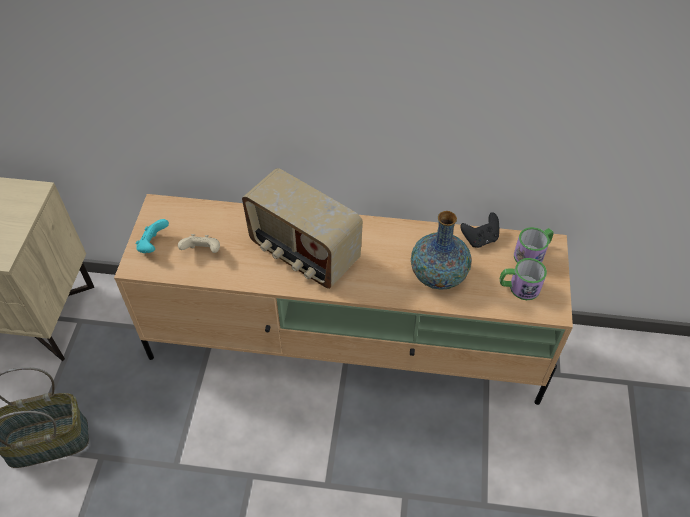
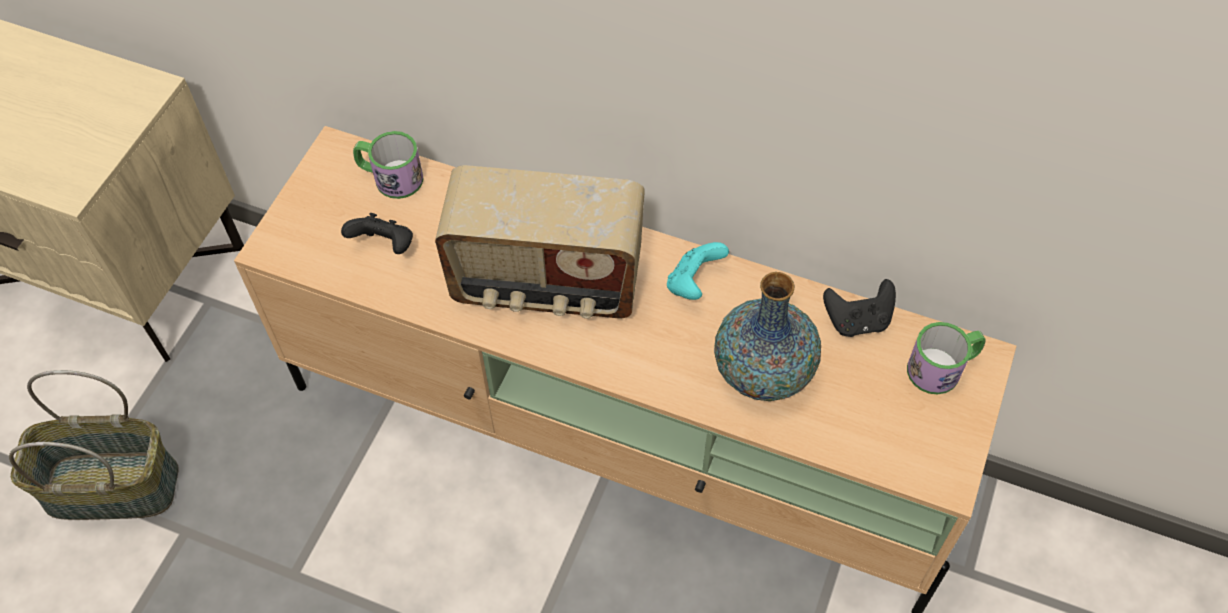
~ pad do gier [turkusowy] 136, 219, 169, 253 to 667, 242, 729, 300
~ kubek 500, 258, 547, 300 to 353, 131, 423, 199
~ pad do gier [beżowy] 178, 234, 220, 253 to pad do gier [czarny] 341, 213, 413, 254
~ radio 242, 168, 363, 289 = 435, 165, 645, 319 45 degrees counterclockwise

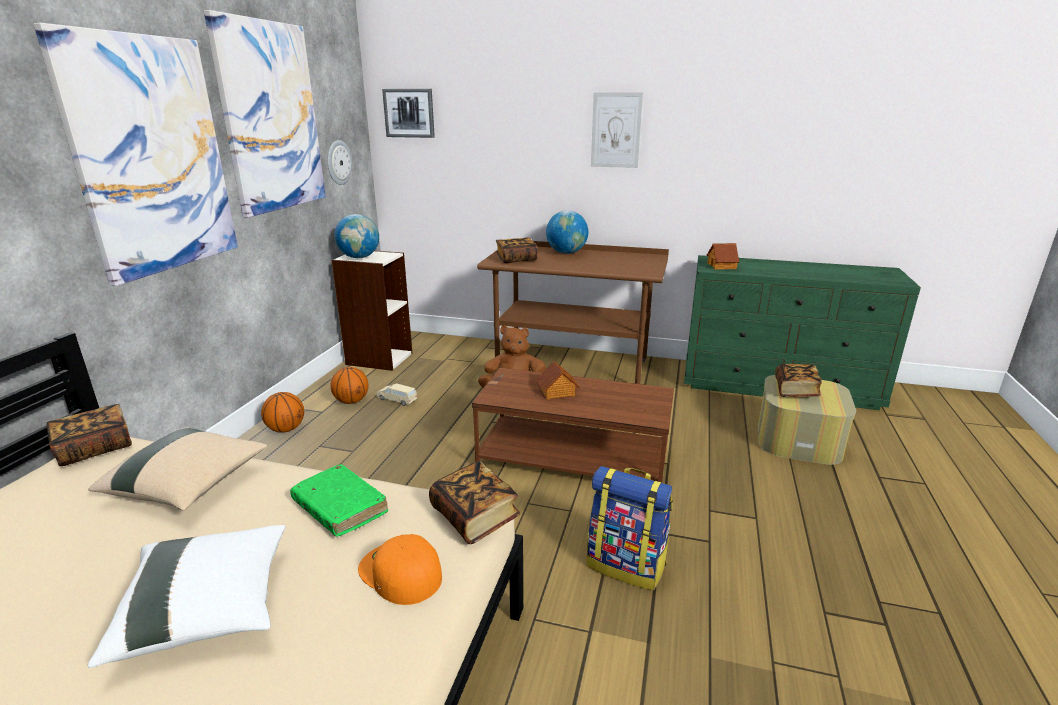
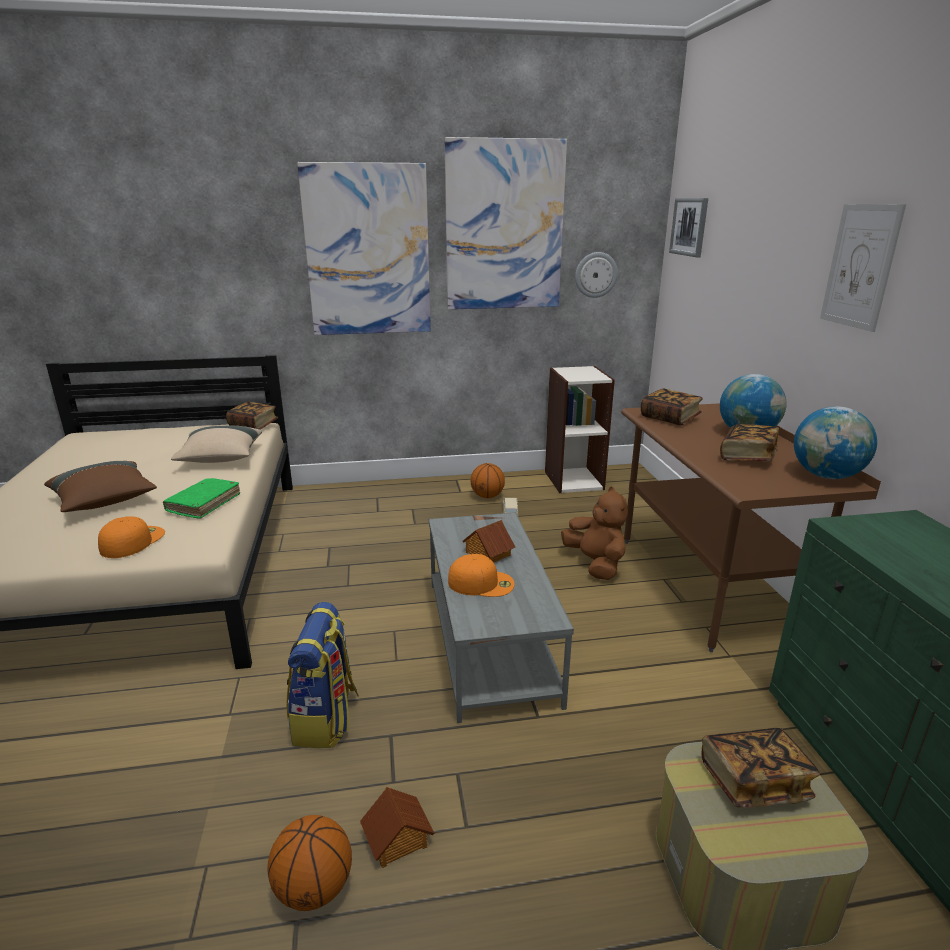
+ czapka z daszkiem [pomarańczowy] 448, 554, 515, 597
~ piłka do koszykówki 261, 392, 304, 433 to 267, 815, 352, 911
~ globus 334, 214, 379, 258 to 794, 406, 877, 479
~ książka 429, 461, 520, 544 to 720, 424, 779, 461
~ domek 707, 243, 739, 270 to 360, 787, 434, 868
~ poduszka [biały] 87, 525, 285, 668 to poduszka [brązowy] 44, 461, 157, 512
~ ława [brązowy] 472, 368, 674, 483 to ława [szary] 429, 512, 574, 723

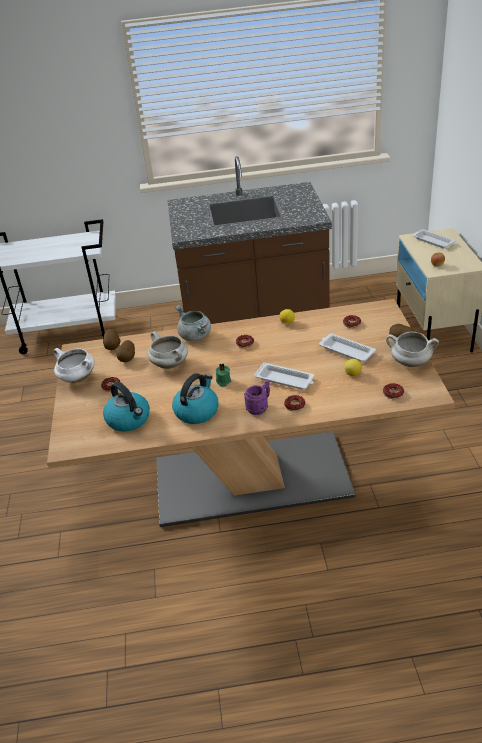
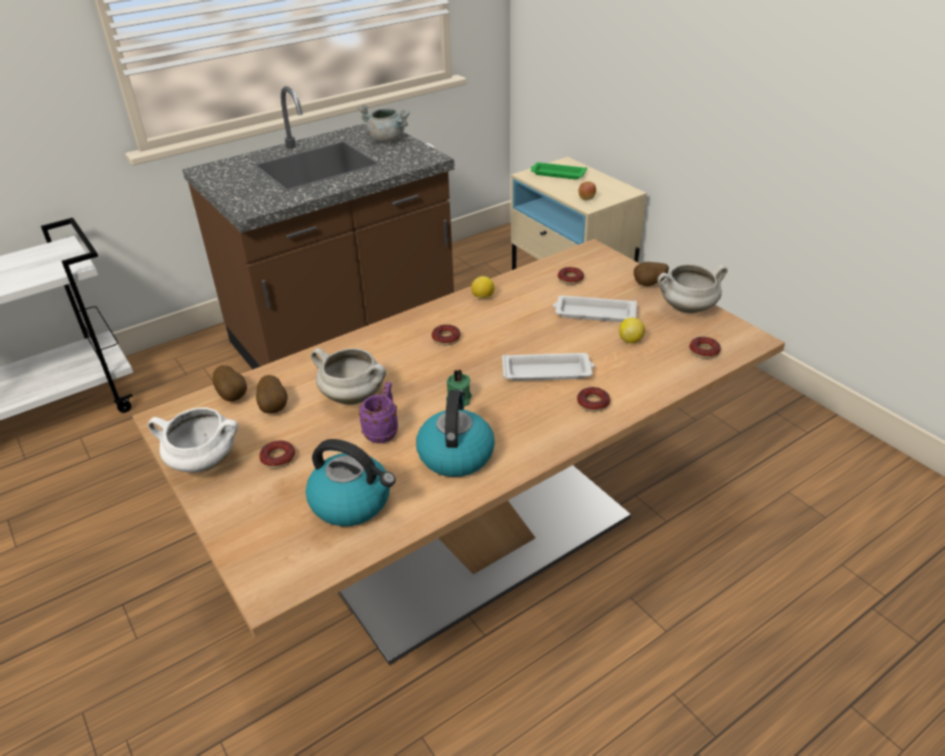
~ garnek [szary] 175, 305, 211, 341 to 358, 105, 410, 142
~ kubek [fioletowy] 244, 379, 270, 415 to 359, 382, 398, 443
~ taca [biały] 412, 229, 456, 248 to taca [zielony] 531, 162, 587, 180

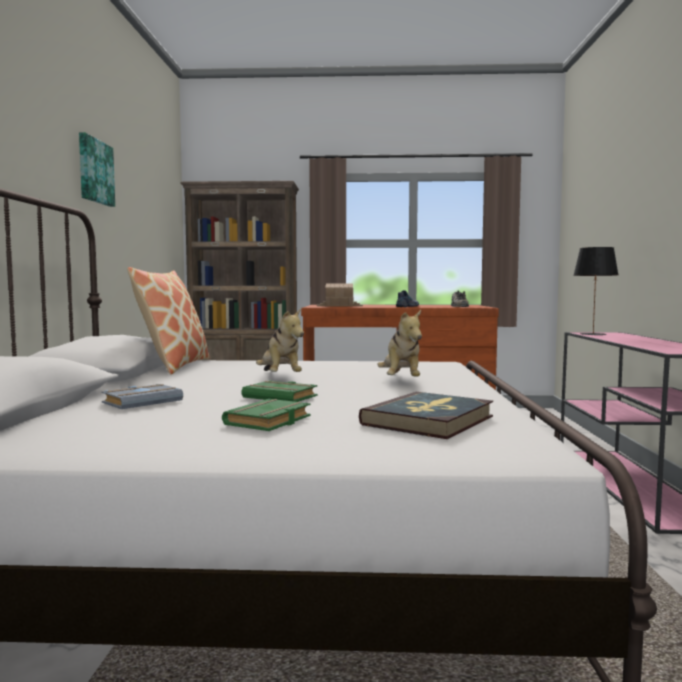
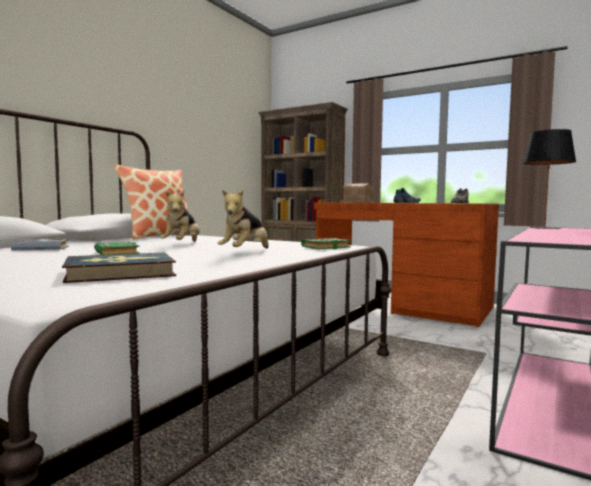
- obraz 79, 132, 115, 207
~ książka [zielony] 222, 399, 311, 431 to 301, 238, 351, 249

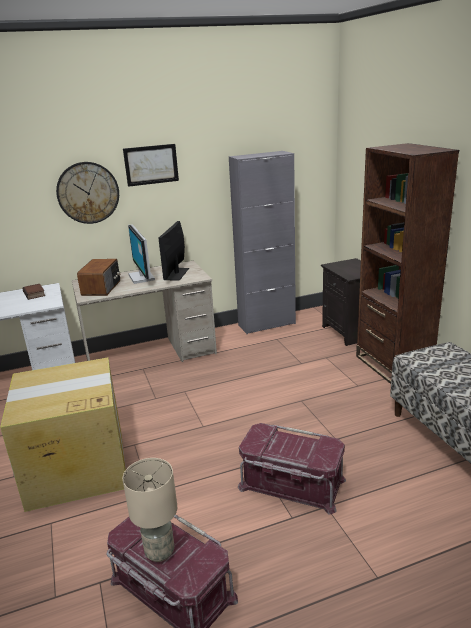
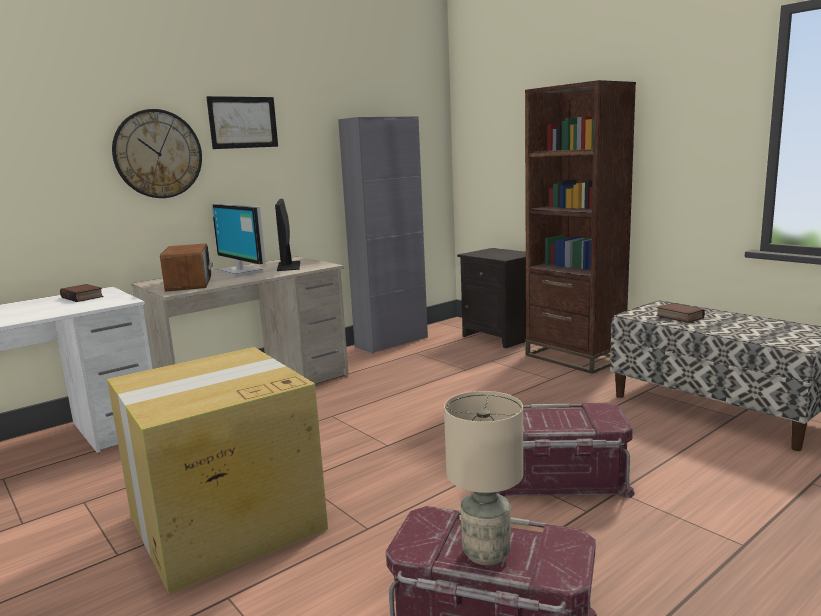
+ książka 656, 303, 705, 323

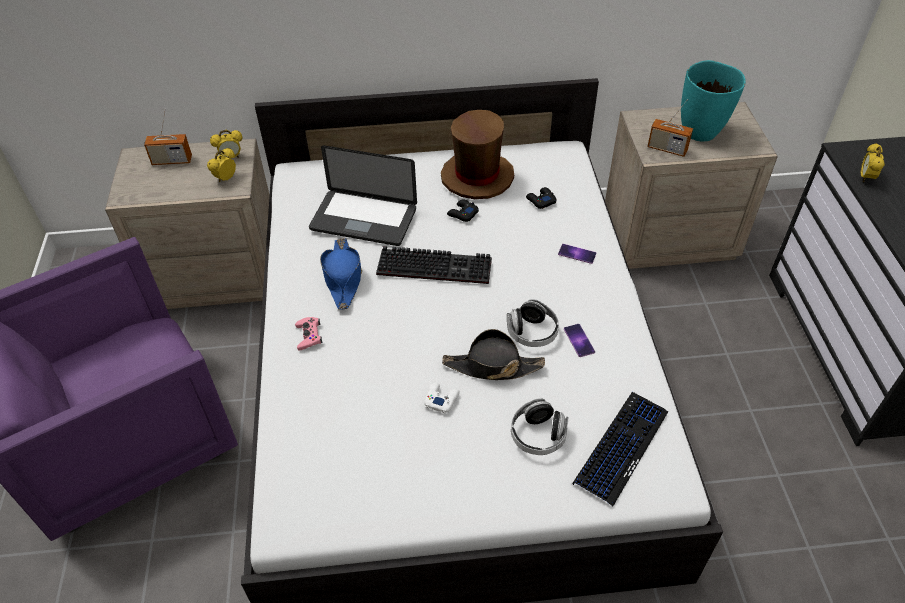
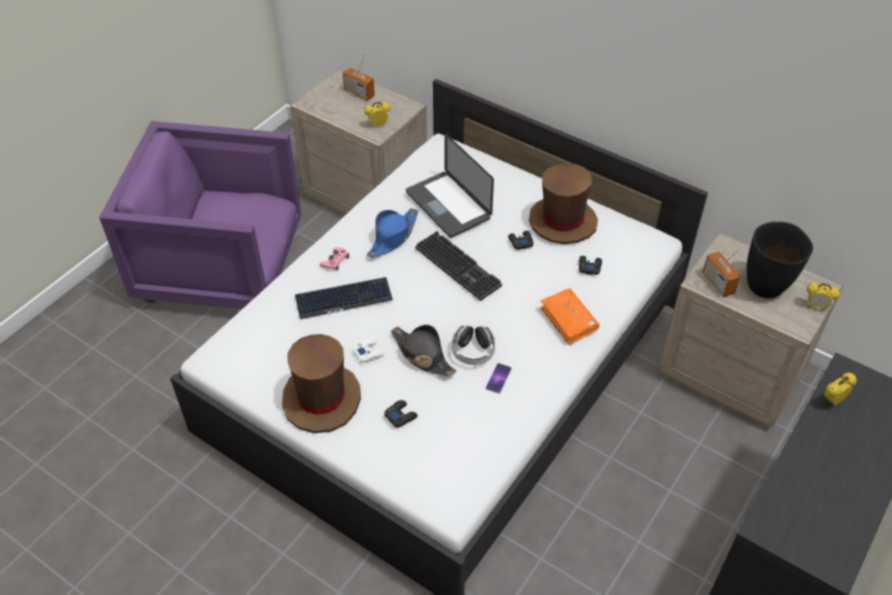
+ kapelusz [brązowy] 282, 334, 361, 433
~ budzik 210, 130, 242, 159 to 807, 282, 840, 310
~ klawiatura 572, 392, 668, 506 to 295, 277, 393, 319
~ słuchawki 511, 398, 569, 455 to pad do gier [czarny] 384, 400, 418, 428
~ telefon 558, 244, 596, 264 to książka [pomarańczowy] 540, 288, 599, 345
~ wazon [turkusowy] 681, 60, 746, 141 to wazon [czarny] 746, 222, 813, 298

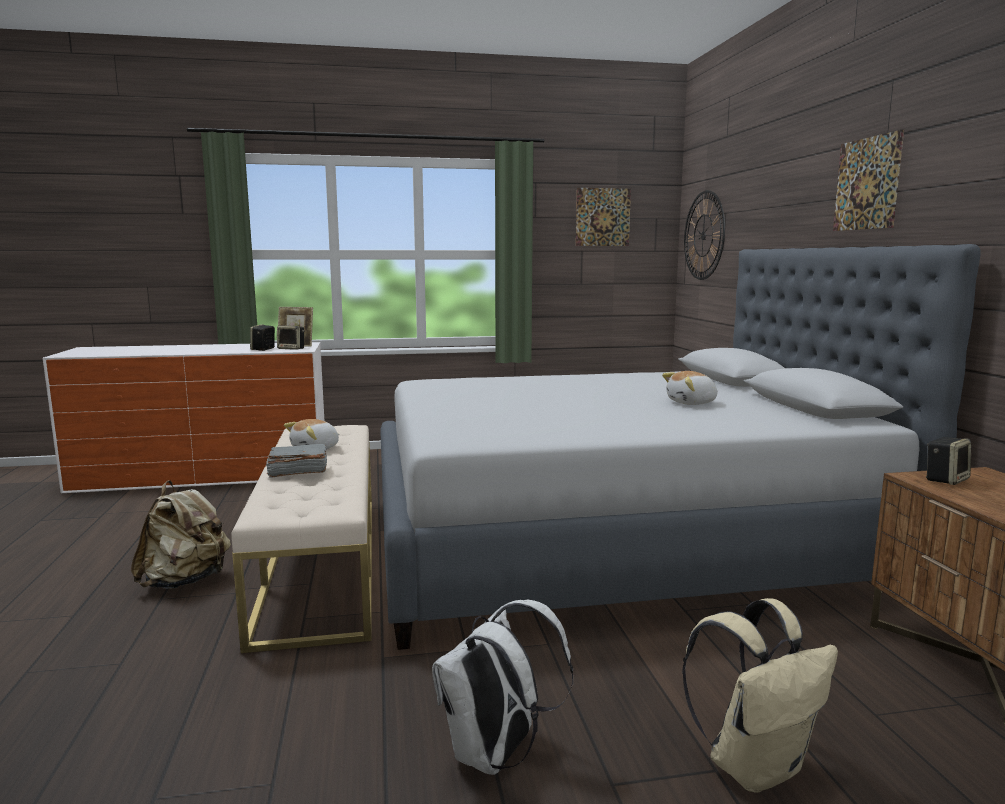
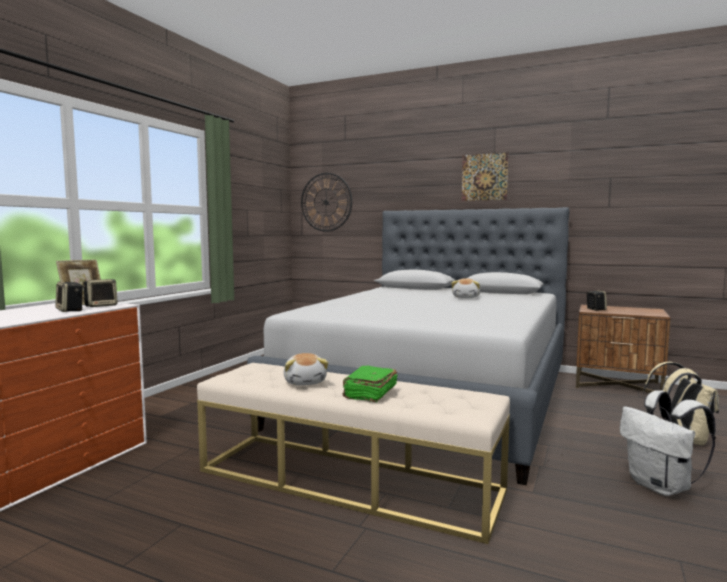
- plecak [beżowy] 131, 481, 231, 589
- obraz 576, 188, 631, 246
~ książka [szary] 266, 444, 327, 478 to książka [zielony] 342, 366, 398, 402

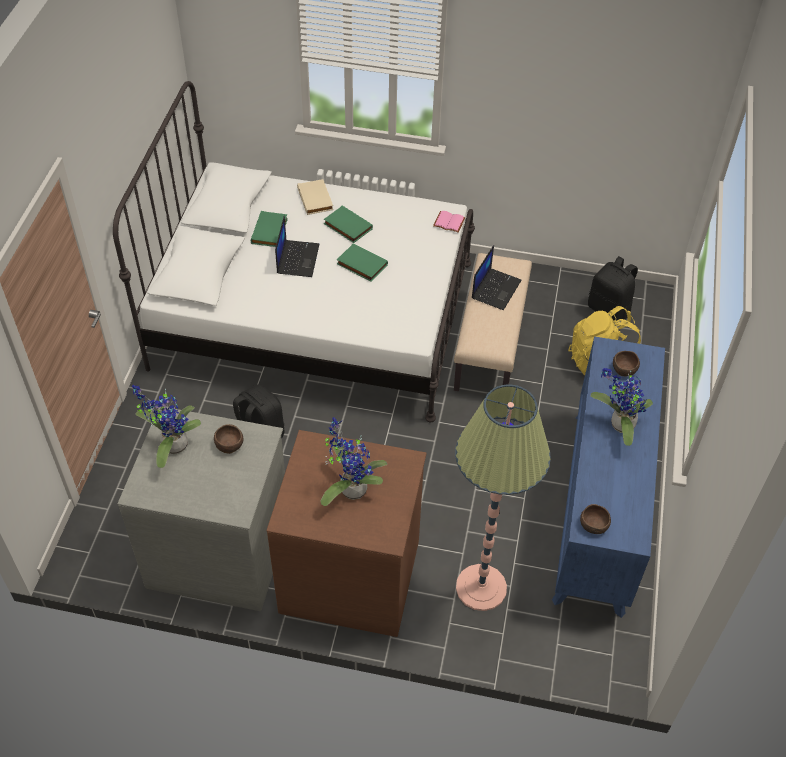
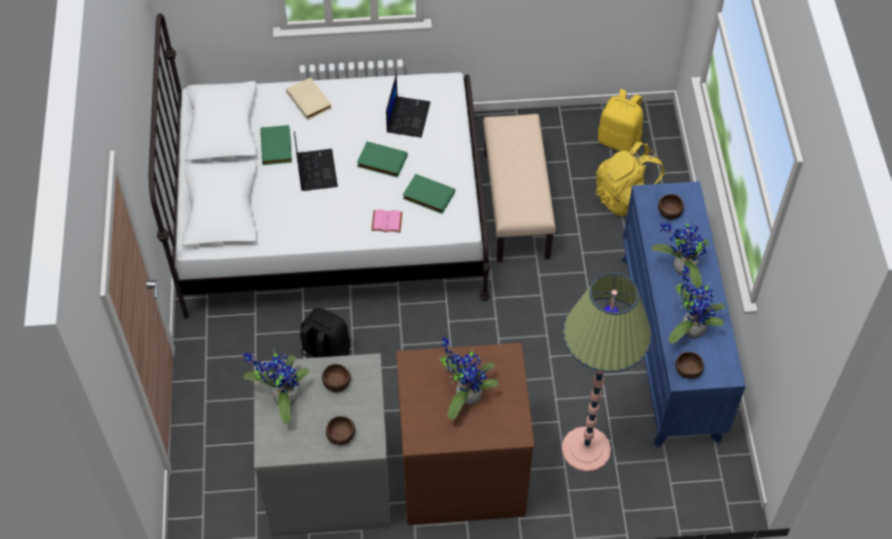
+ miska [brązowy] 326, 416, 355, 445
+ roślina doniczkowa 668, 265, 726, 344
~ książka [zielony] 324, 206, 373, 243 to 403, 174, 455, 214
~ książka [różowy] 433, 211, 465, 233 to 371, 210, 402, 232
~ laptop 472, 245, 521, 310 to 386, 74, 430, 138
~ plecak [czarny] 588, 256, 638, 321 to plecak [żółty] 598, 89, 643, 152

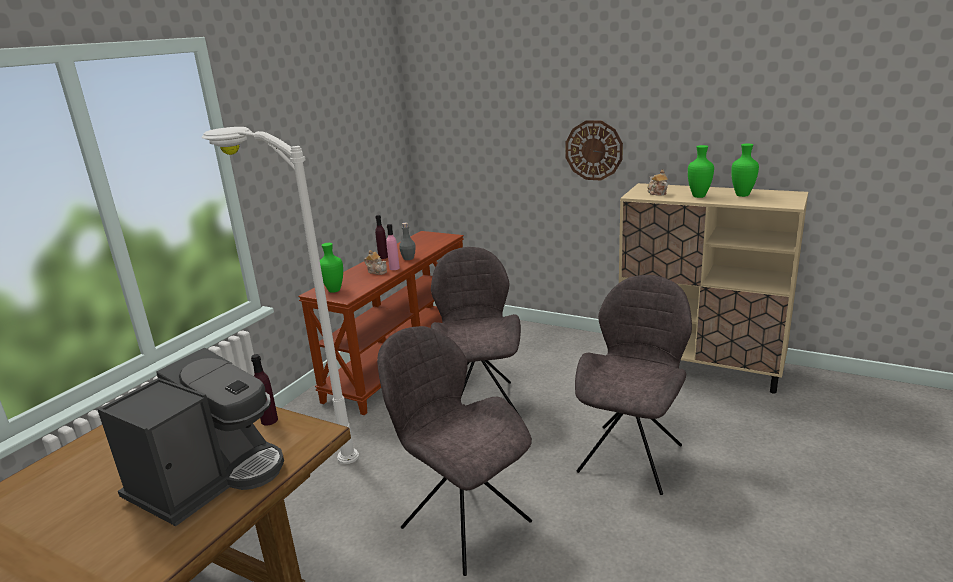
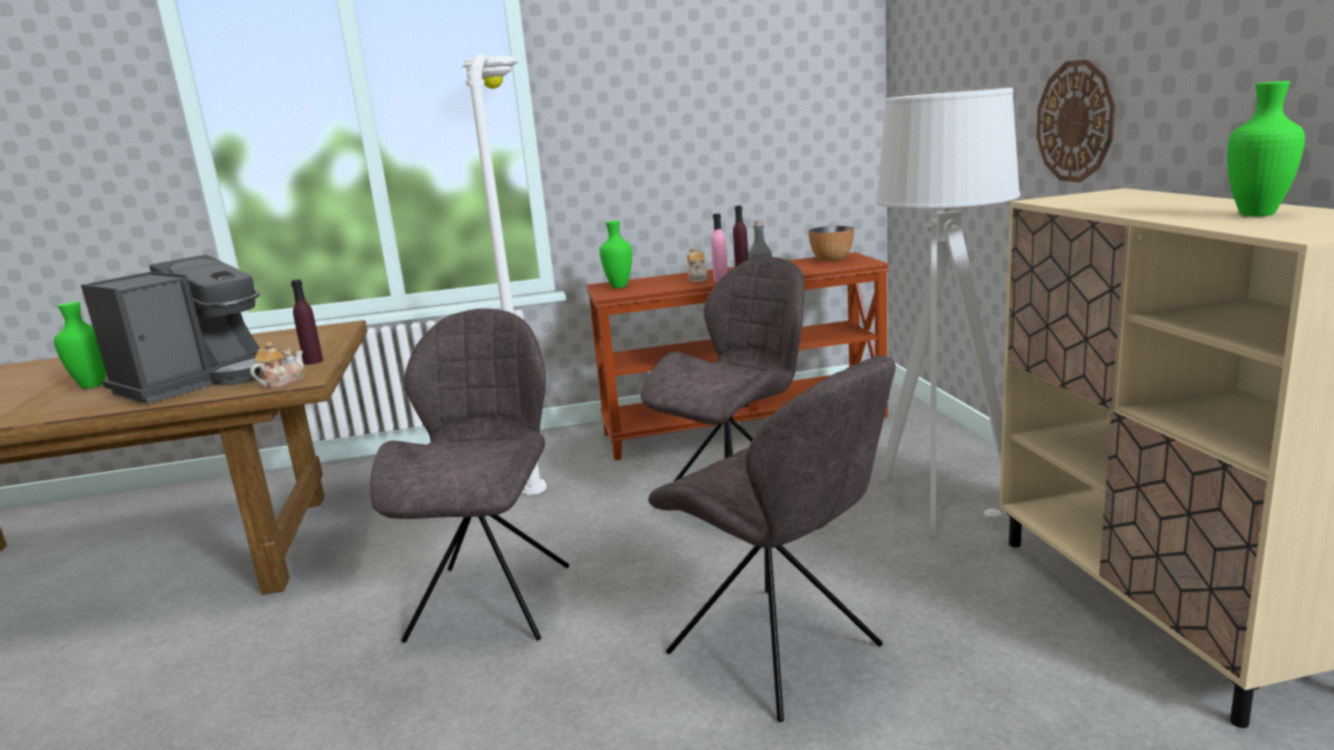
+ miska 808, 226, 854, 262
+ lampa stojąca [szary] 876, 88, 1020, 536
~ imbryk 647, 169, 668, 195 to 250, 342, 304, 389
~ wazon [zielony] 688, 145, 714, 198 to 54, 301, 106, 388
~ ekspres do kawy 97, 347, 284, 526 = 81, 254, 261, 404 45 degrees counterclockwise
~ krzesło [szary] 575, 275, 692, 495 = 648, 355, 896, 722 60 degrees clockwise

